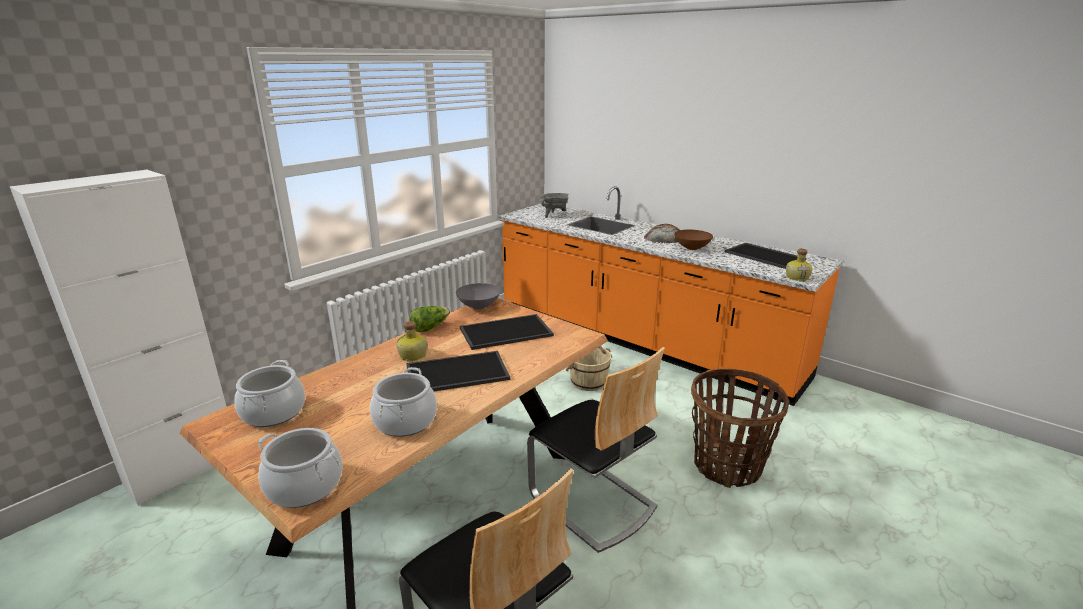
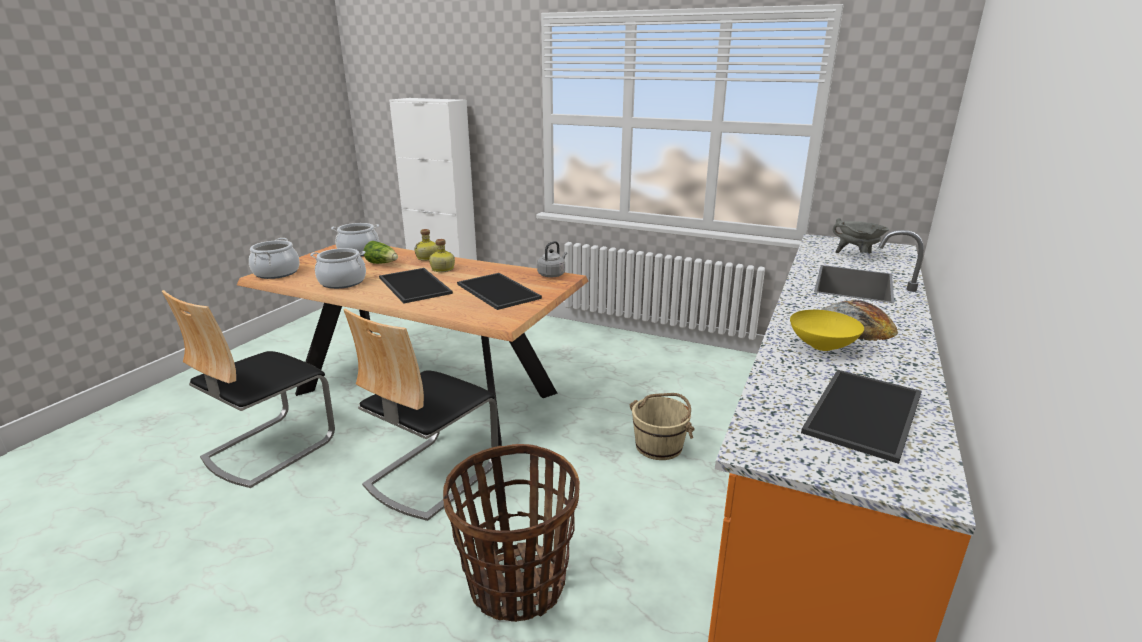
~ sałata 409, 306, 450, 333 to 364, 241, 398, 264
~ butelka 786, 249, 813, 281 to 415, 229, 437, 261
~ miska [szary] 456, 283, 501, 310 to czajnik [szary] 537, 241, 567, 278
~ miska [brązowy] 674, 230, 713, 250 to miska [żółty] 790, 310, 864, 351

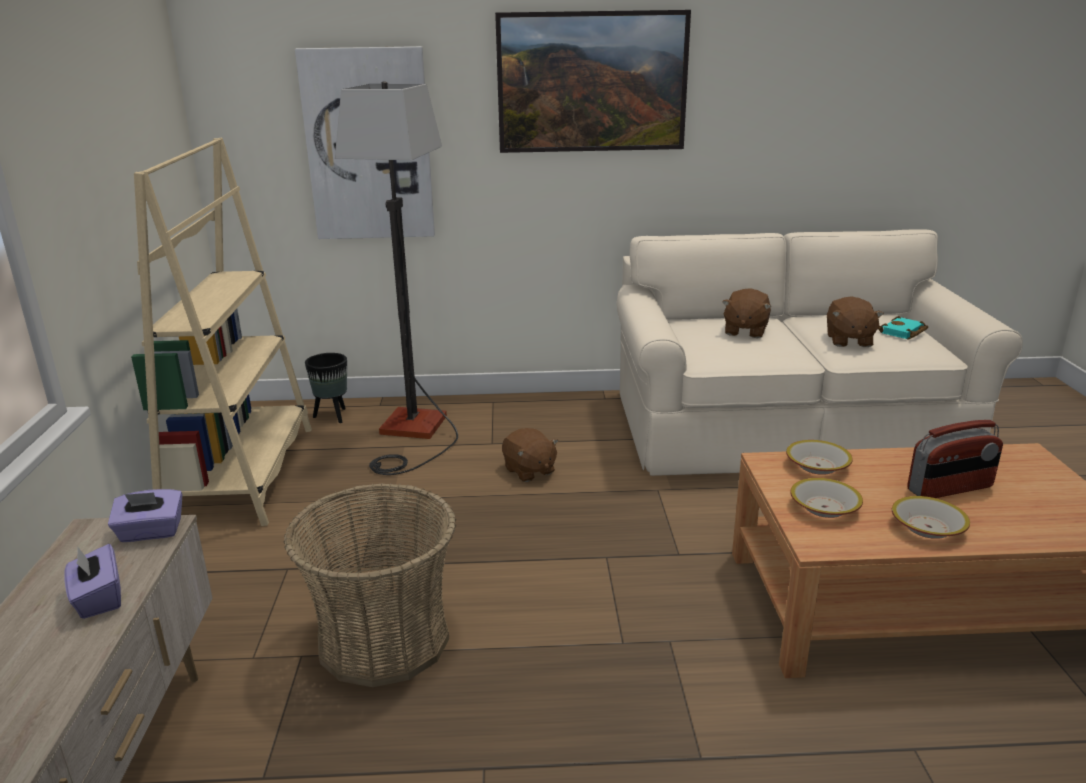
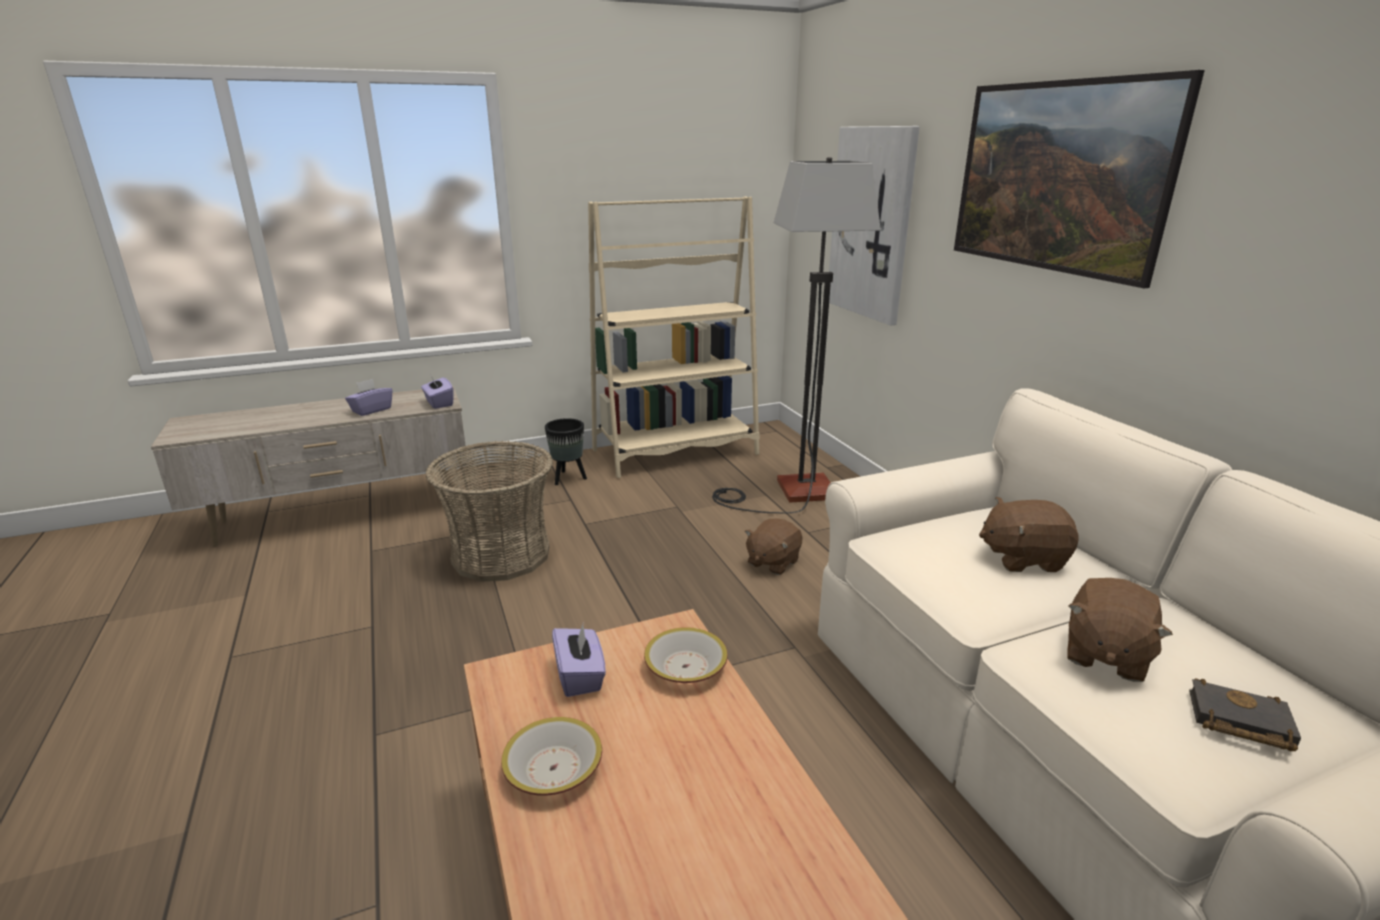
- radio 908, 420, 1003, 498
~ donica [czarny] 305, 353, 347, 423 to 545, 418, 587, 485
~ miska 790, 478, 863, 518 to pudełko chusteczek [fioletowy] 552, 624, 606, 697
~ książka [turkusowy] 878, 316, 928, 339 to książka [czarny] 1189, 678, 1301, 751
~ pluszak [brązowy] 827, 296, 884, 347 = 1068, 578, 1173, 682 45 degrees counterclockwise

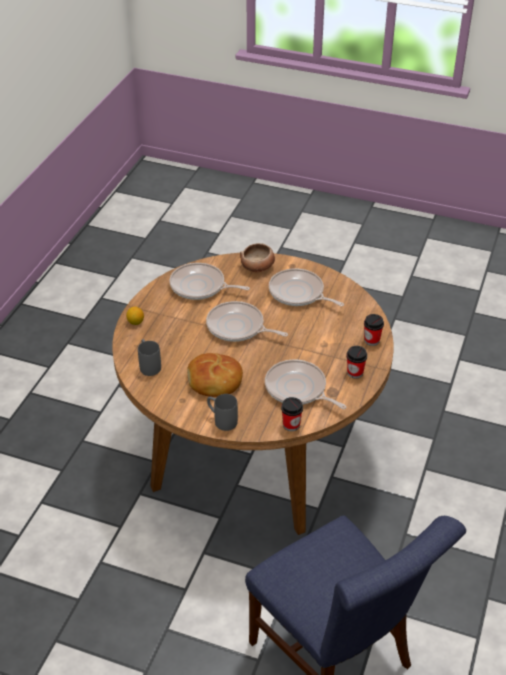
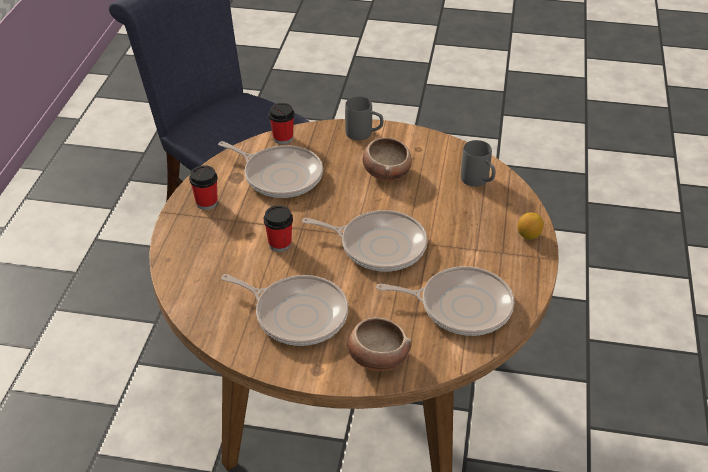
~ filiżanka 364, 314, 384, 346 to 264, 205, 293, 252
~ chleb 187, 353, 243, 397 to miska 363, 137, 412, 181

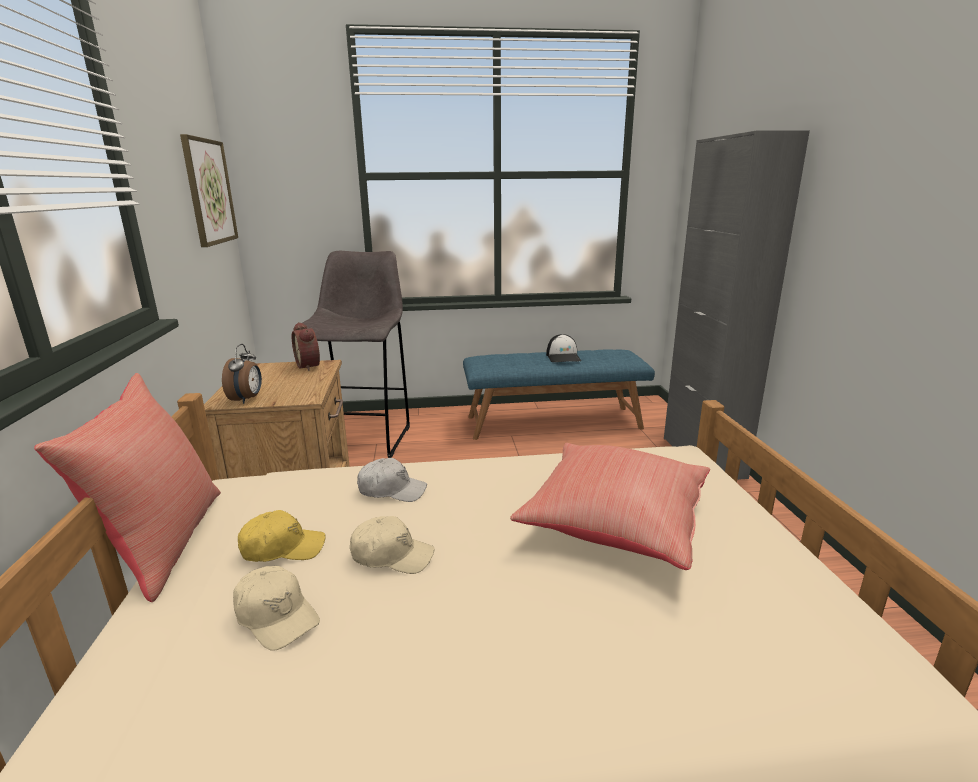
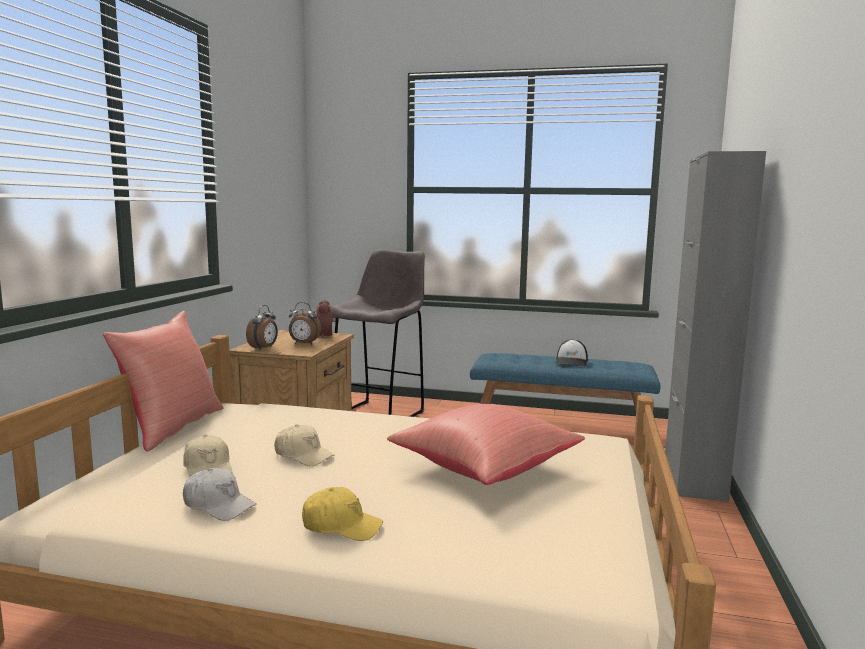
- obraz 180, 134, 238, 247
+ budzik 289, 302, 321, 345
~ czapka z daszkiem [żółty] 238, 510, 325, 562 to 302, 487, 383, 541
~ czapka z daszkiem [biały] 357, 458, 427, 502 to 183, 468, 257, 521

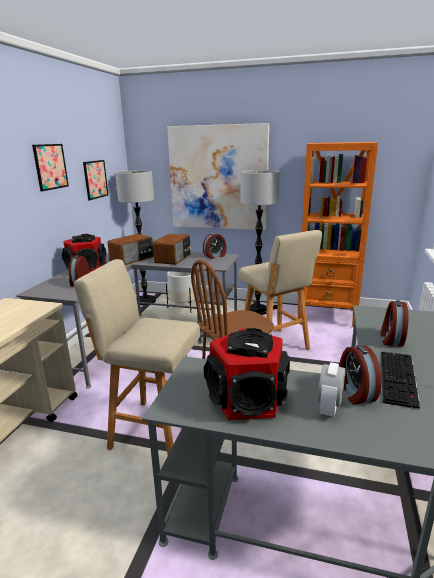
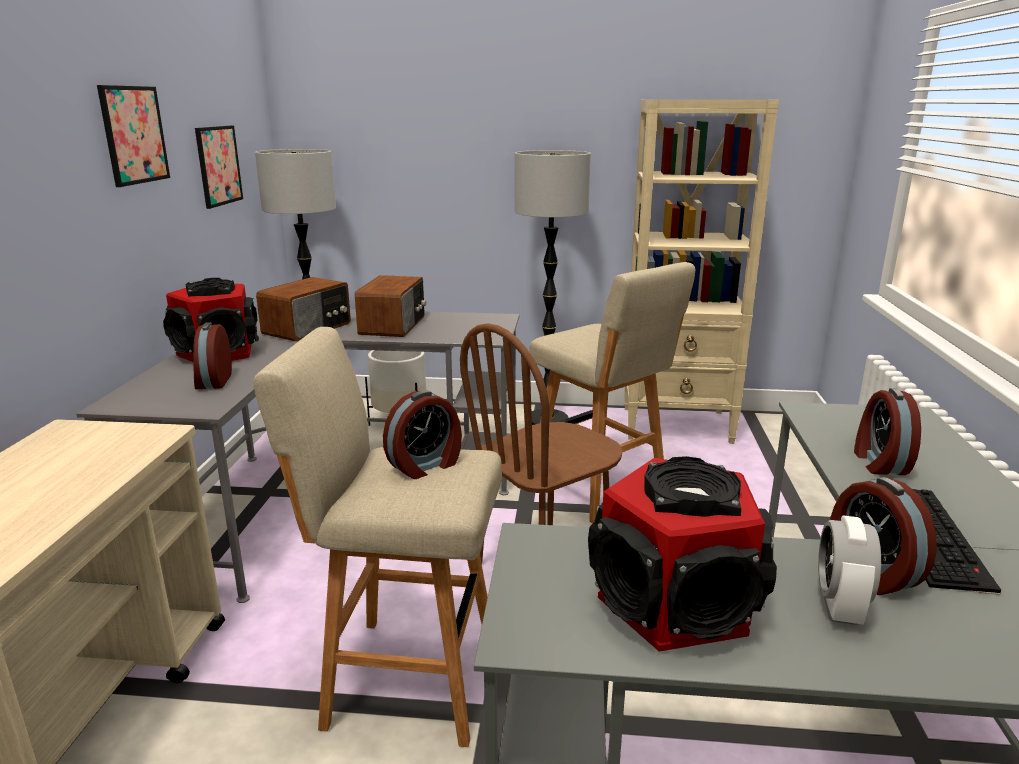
- obraz 167, 123, 269, 230
~ budzik 203, 233, 227, 259 to 383, 390, 462, 479
~ regał [pomarańczowy] 298, 142, 378, 327 to regał [beżowy] 624, 100, 779, 444

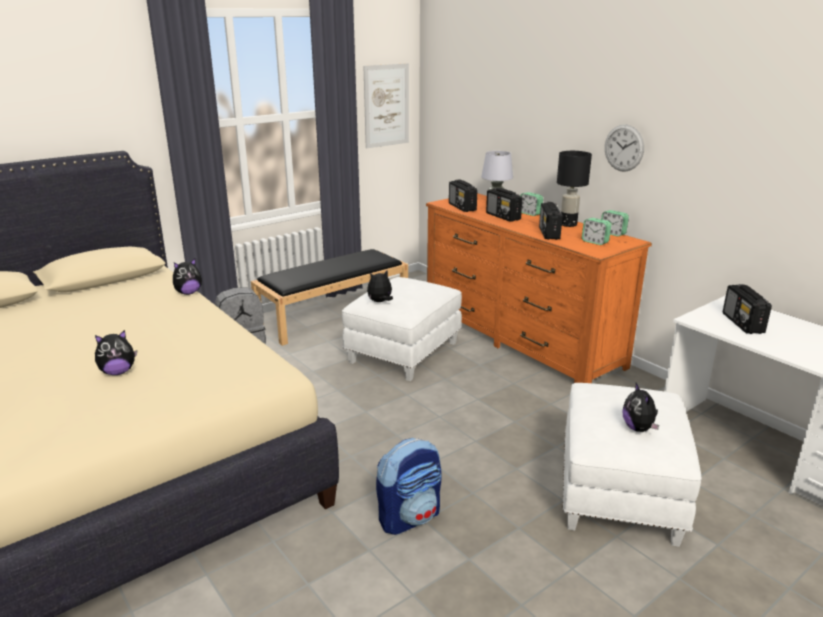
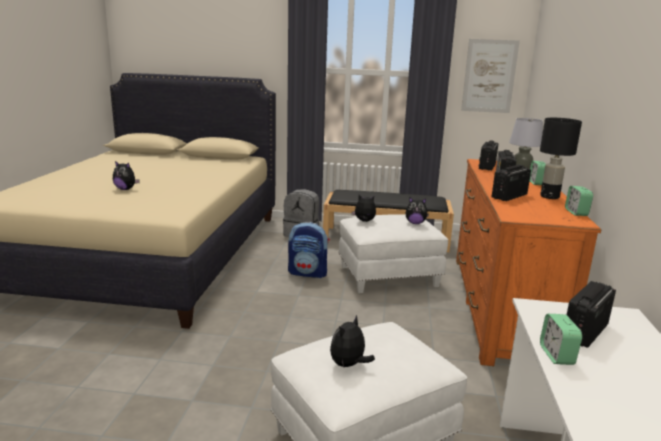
- zegar ścienny 605, 125, 644, 172
~ pluszak 173, 258, 202, 295 to 405, 198, 429, 224
~ plecak 376, 438, 442, 535 to 288, 222, 330, 278
~ budzik 582, 218, 611, 245 to 540, 314, 582, 365

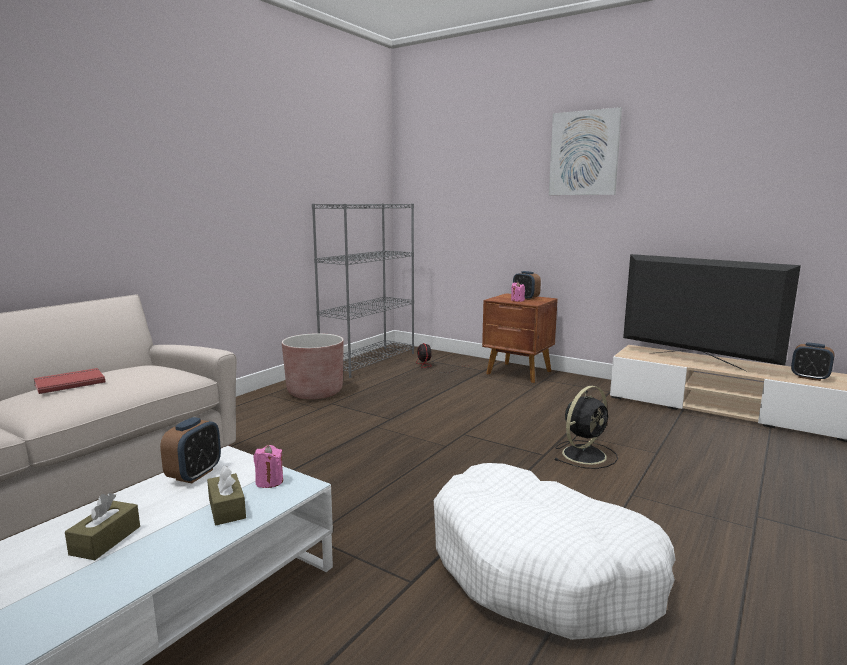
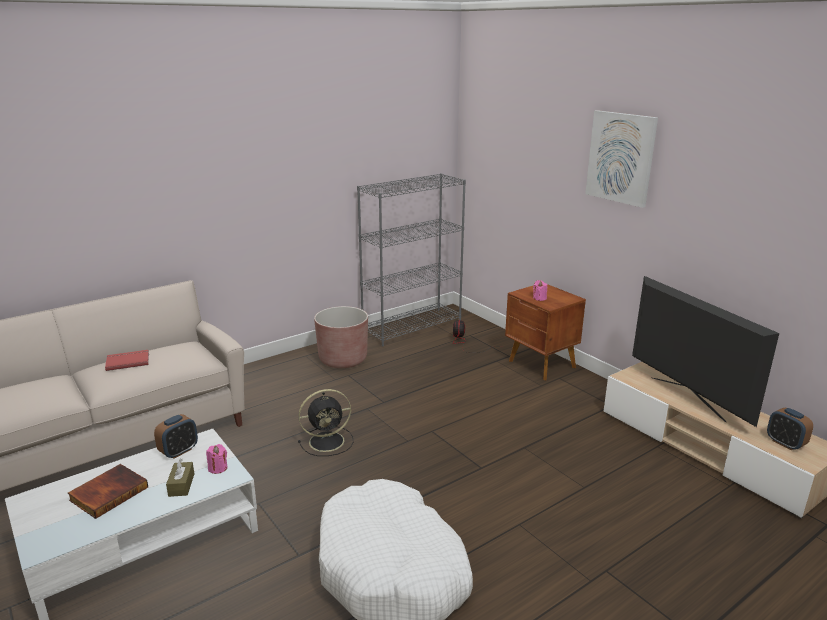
- budzik 513, 271, 541, 300
~ wentylator [czarny] 555, 386, 618, 469 to 298, 389, 354, 456
~ pudełko chusteczek [brązowy] 65, 493, 140, 560 to książka 68, 464, 148, 519

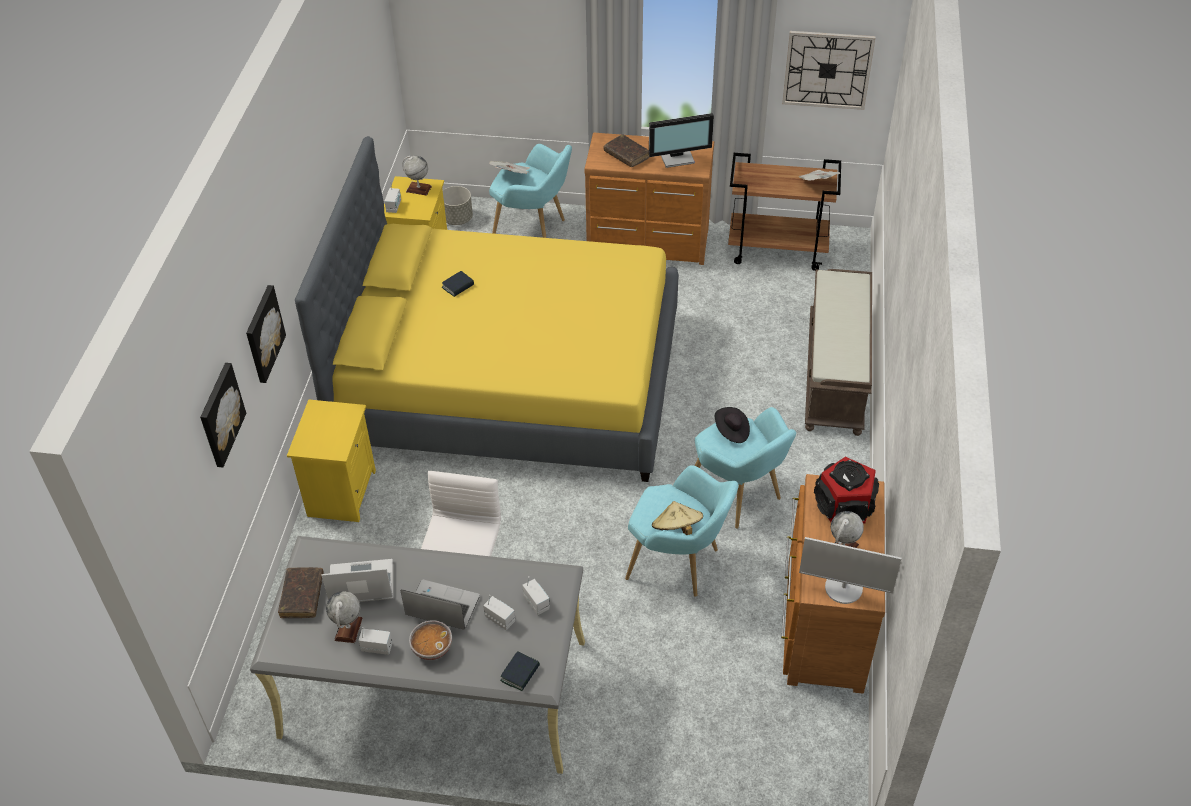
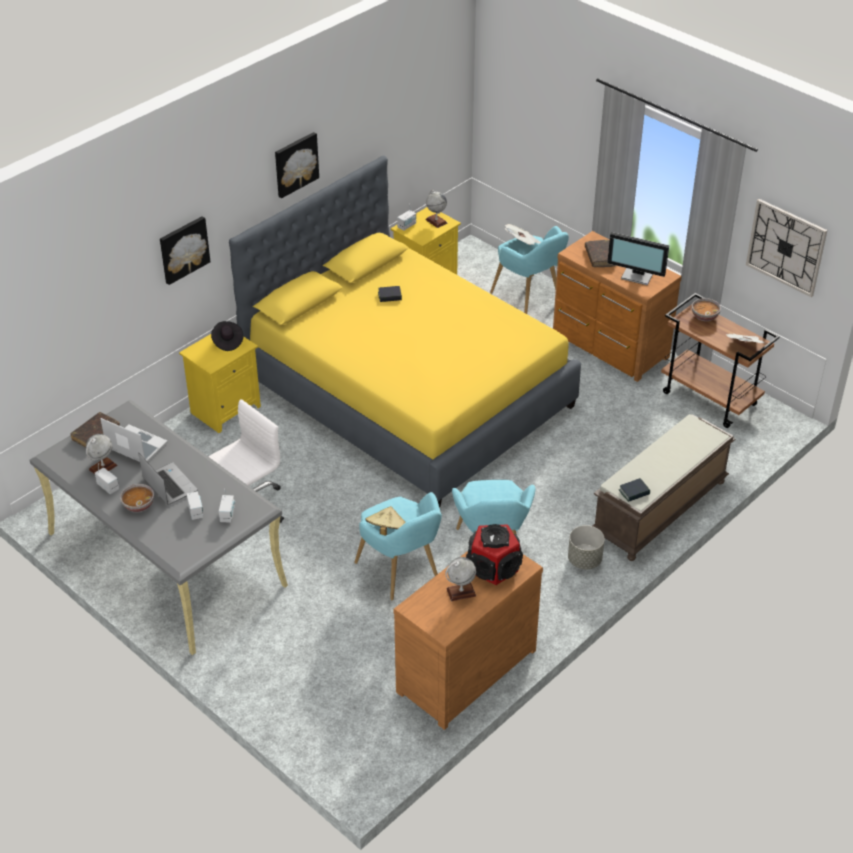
- monitor 799, 537, 901, 604
+ miska 692, 298, 721, 321
~ obraz 200, 363, 246, 467 to 275, 132, 319, 198
~ donica [szary] 443, 186, 473, 225 to 568, 525, 605, 569
~ książka 500, 651, 540, 691 to 619, 478, 650, 502
~ kapelusz [czarny] 715, 407, 750, 443 to 211, 321, 243, 351

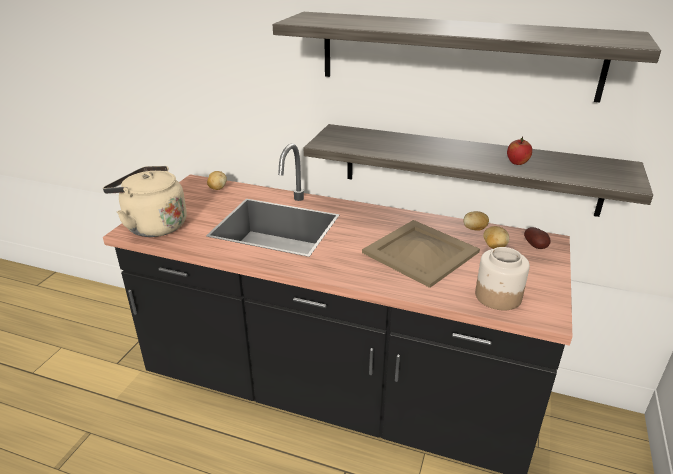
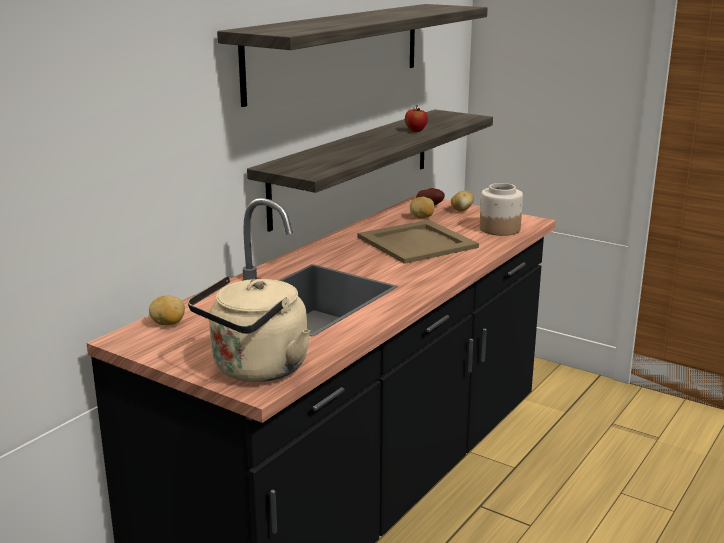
~ ziemniak 463, 211, 489, 231 to 451, 191, 474, 211

